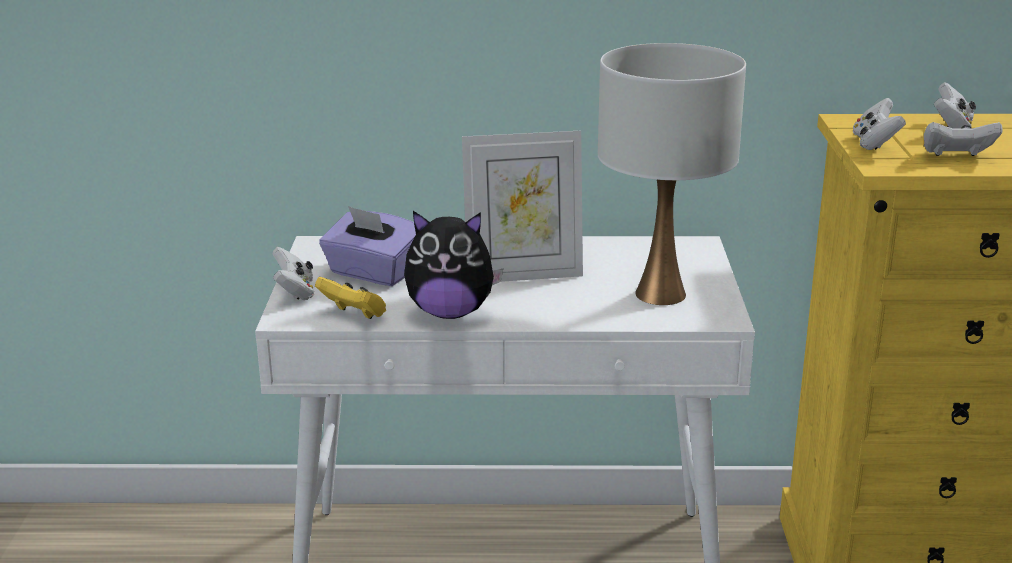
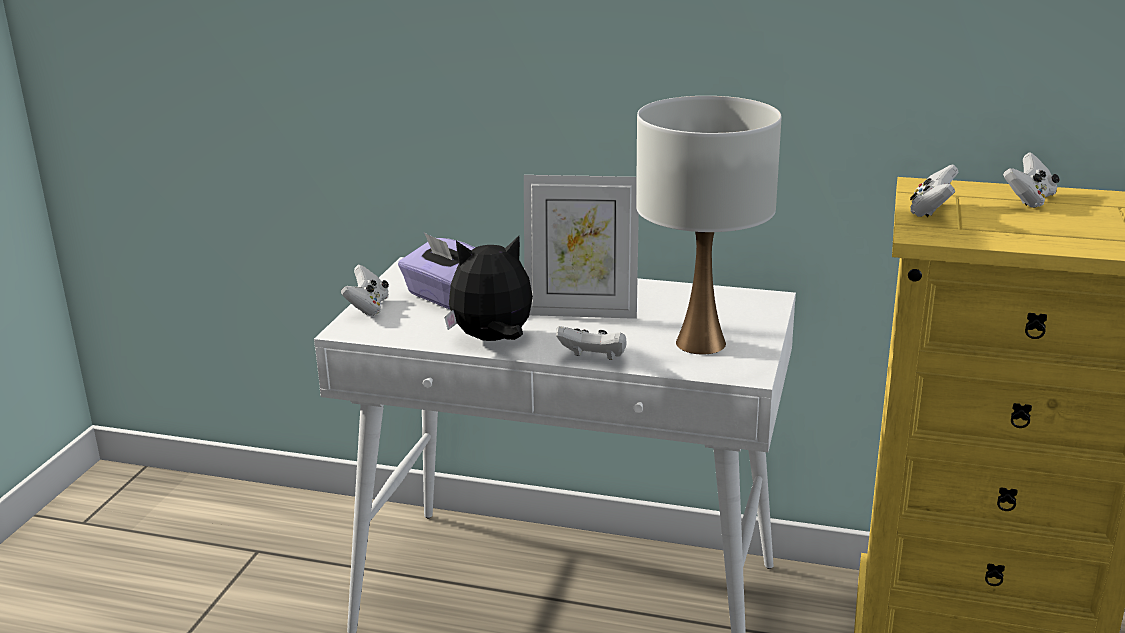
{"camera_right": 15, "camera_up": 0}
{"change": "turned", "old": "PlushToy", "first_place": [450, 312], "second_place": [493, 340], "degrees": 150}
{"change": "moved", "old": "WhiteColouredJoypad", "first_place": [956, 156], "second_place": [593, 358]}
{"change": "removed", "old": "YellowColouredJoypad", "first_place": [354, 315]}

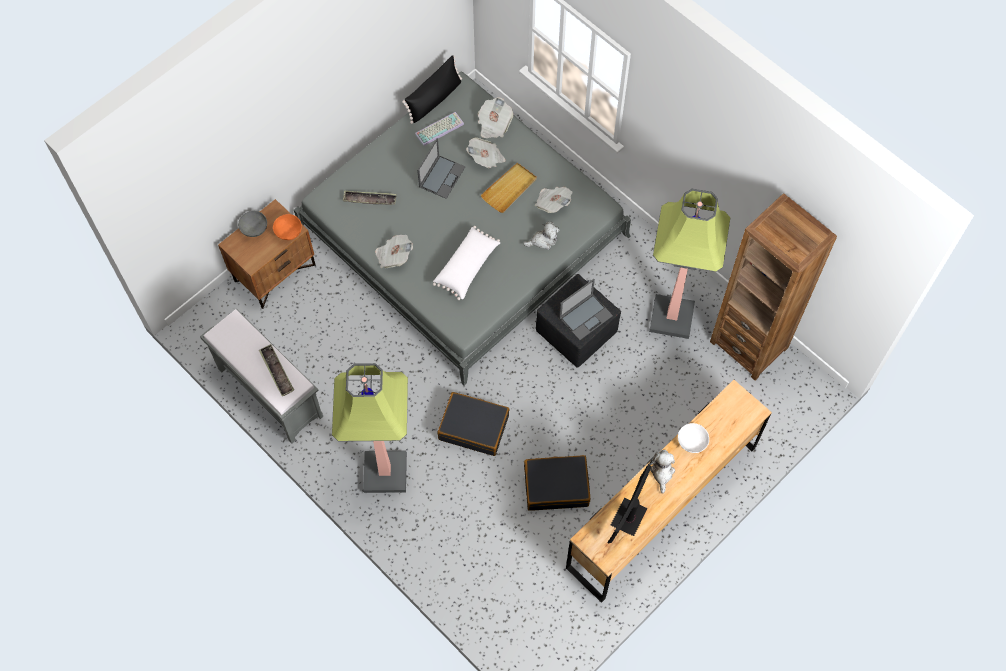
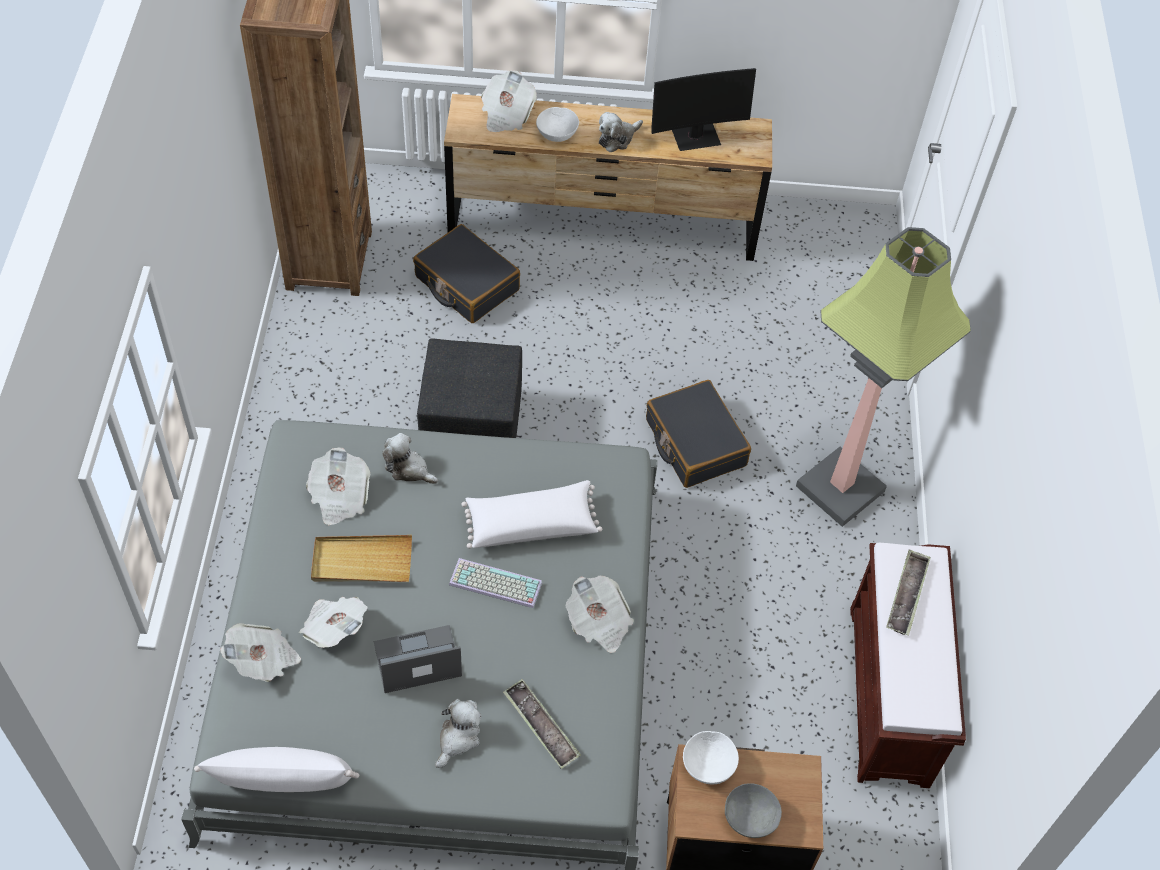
{"camera_right": -135, "camera_up": -10}
{"change": "recoloured", "old": "BlackishCushion", "new": "WhiteColouredCushion", "first_place": [434, 99], "second_place": [282, 780]}
{"change": "moved", "old": "BlackishTravelCase", "first_place": [556, 486], "second_place": [466, 284]}
{"change": "added", "new": "PlushToy", "second_place": [458, 738]}
{"change": "moved", "old": "PcKeyboard", "first_place": [439, 128], "second_place": [494, 584]}
{"change": "added", "new": "PrintedPaper", "second_place": [506, 114]}
{"change": "recoloured", "old": "OrangeyServingBowl", "new": "WhiteColouredServingBowl", "first_place": [288, 232], "second_place": [708, 765]}
{"change": "recoloured", "old": "GreyishIndoorBench", "new": "BrownIndoorBench", "first_place": [269, 392], "second_place": [890, 697]}
{"change": "removed", "old": "NotebookComputer", "first_place": [586, 316]}
{"change": "removed", "old": "StandingLamp", "first_place": [671, 318]}

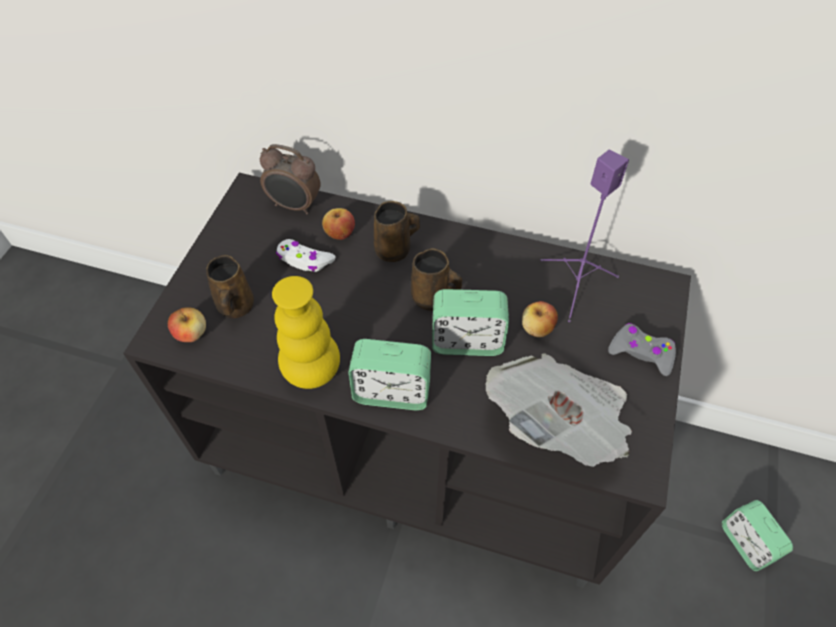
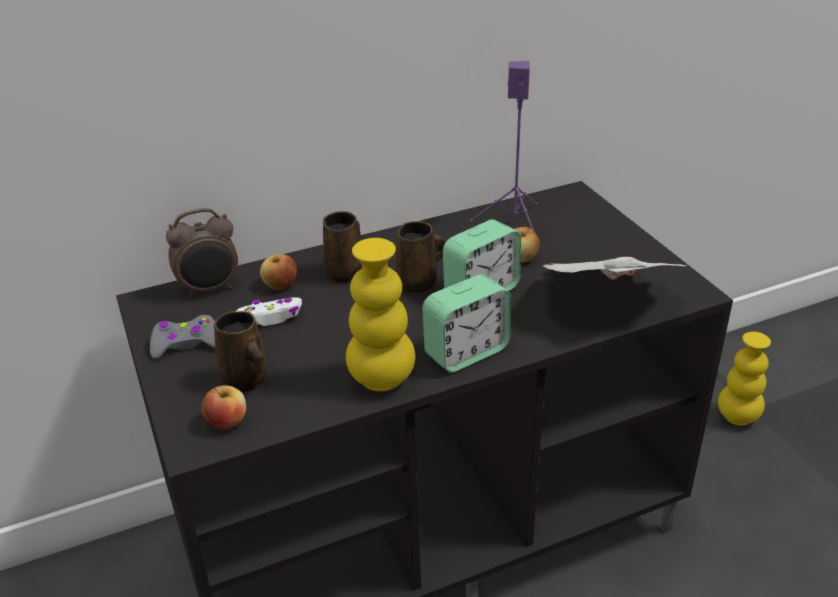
{"camera_right": -40, "camera_up": -20}
{"change": "moved", "old": "GreyishJoypad", "first_place": [641, 353], "second_place": [186, 344]}
{"change": "replaced", "old": "TableClock", "new": "YellowColouredDecorativeVase", "first_place": [746, 543], "second_place": [737, 417]}

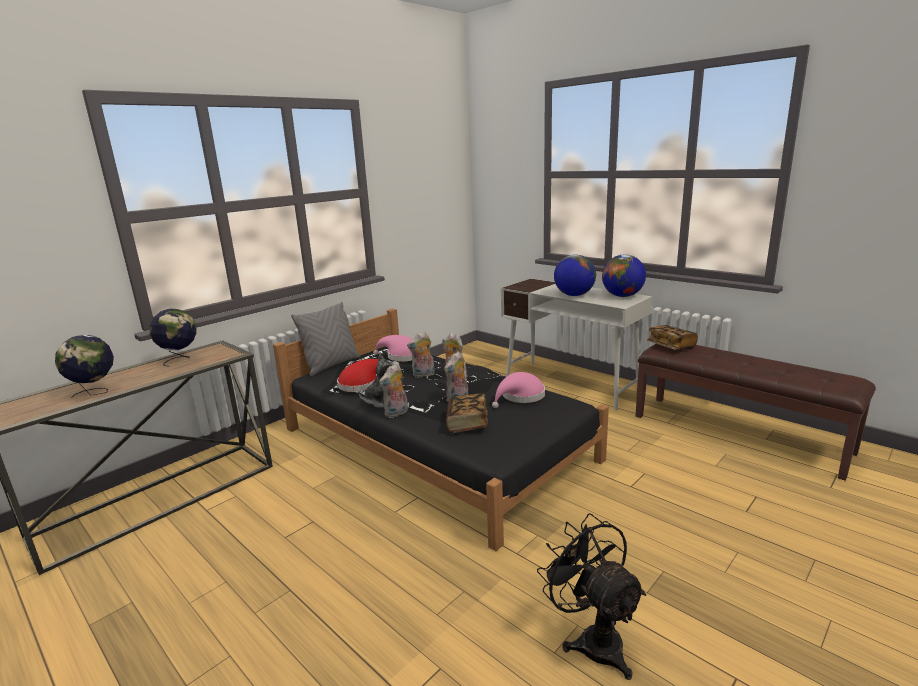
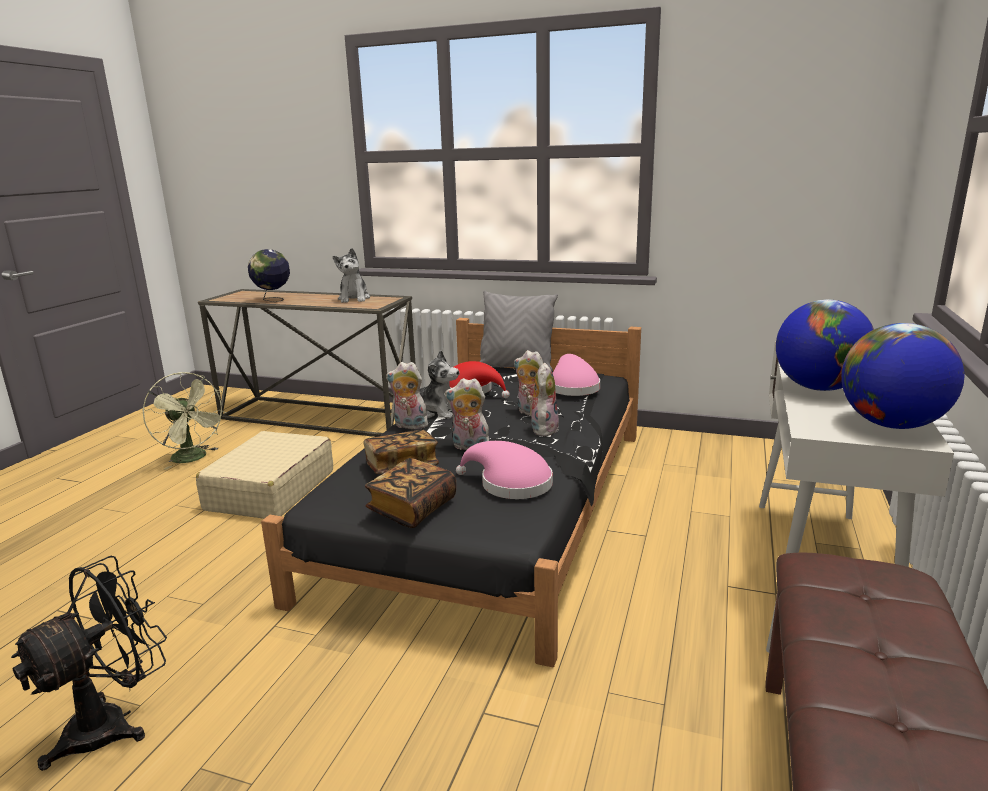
{"camera_right": 65, "camera_up": 0}
{"change": "added", "new": "GreenElectricFan", "second_place": [194, 458]}
{"change": "added", "new": "BeigeColouredTravelCase", "second_place": [270, 490]}
{"change": "replaced", "old": "DeskGlobe", "new": "PlushToy", "first_place": [180, 359], "second_place": [354, 299]}
{"change": "moved", "old": "Book", "first_place": [671, 346], "second_place": [412, 508]}

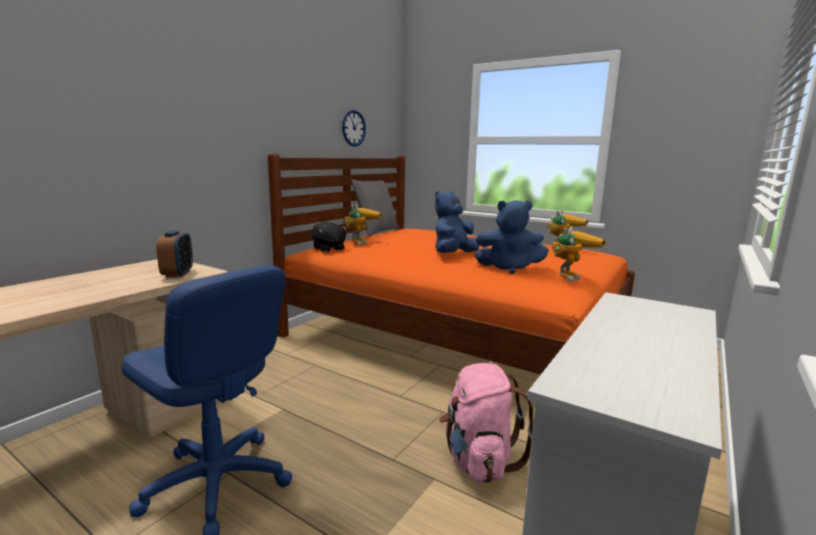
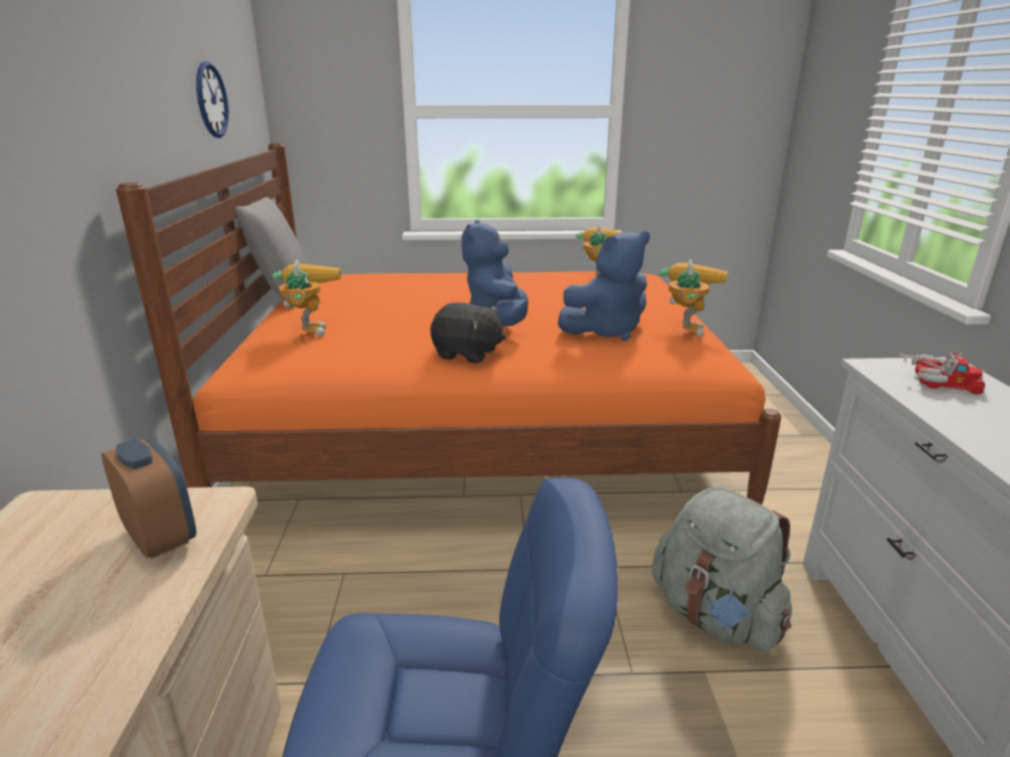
{"camera_right": -35, "camera_up": 10}
{"change": "moved", "old": "BlackishPlushToy", "first_place": [328, 249], "second_place": [467, 354]}
{"change": "recoloured", "old": "PinkishRucksack", "new": "GreyishRucksack", "first_place": [479, 460], "second_place": [716, 616]}
{"change": "added", "new": "ToyTruck", "second_place": [936, 382]}

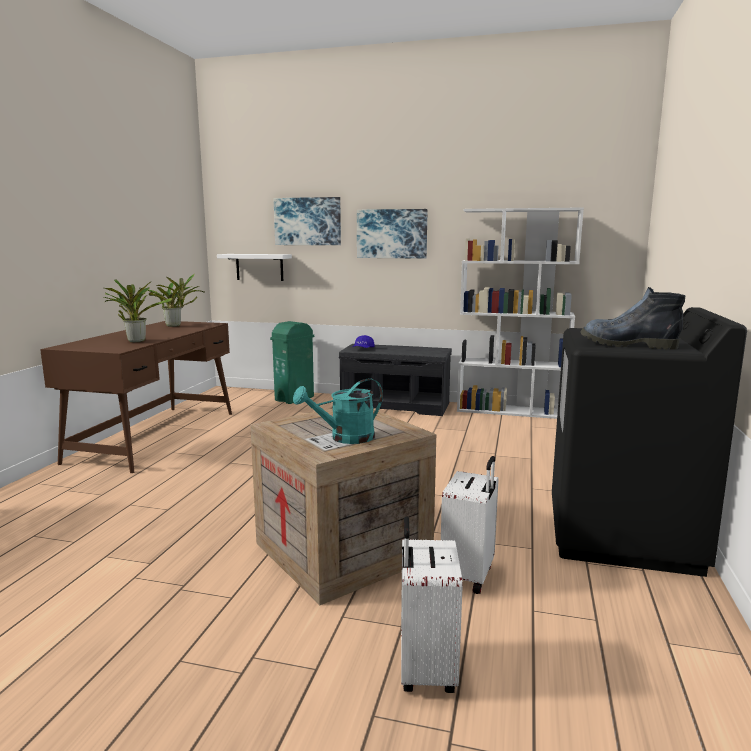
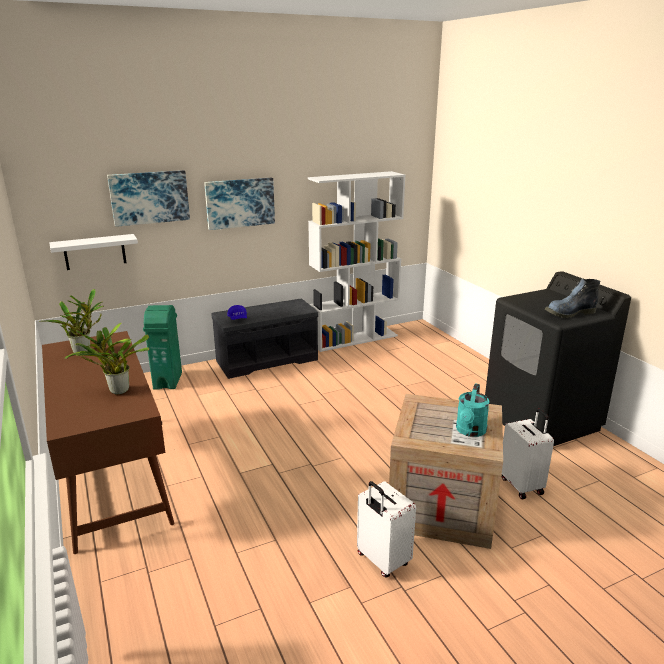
{"camera_right": -40, "camera_up": 10}
{"change": "moved", "old": "WhiteColouredTravelCase", "first_place": [425, 670], "second_place": [382, 560]}

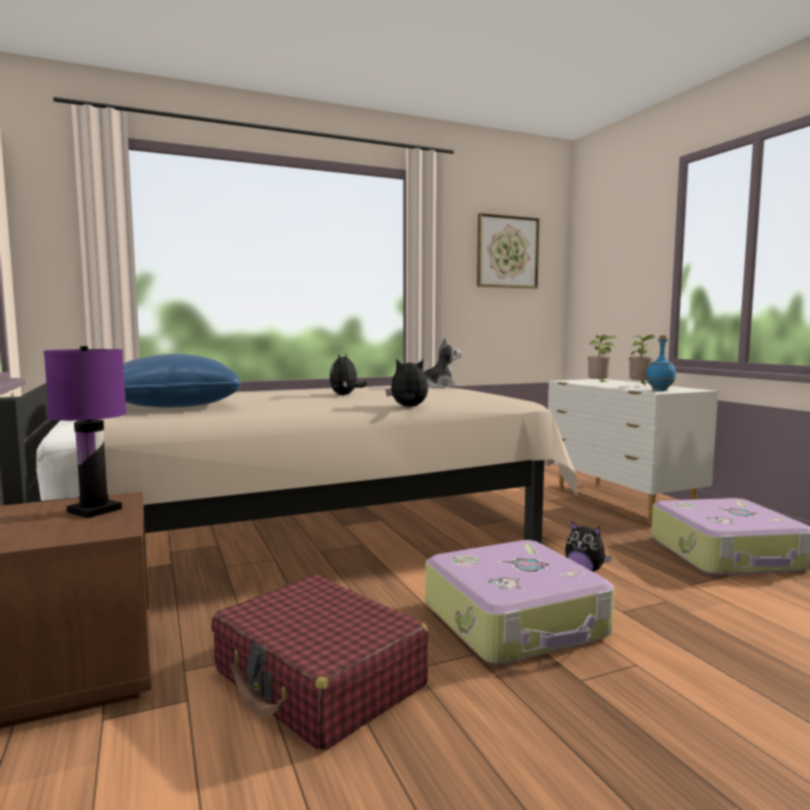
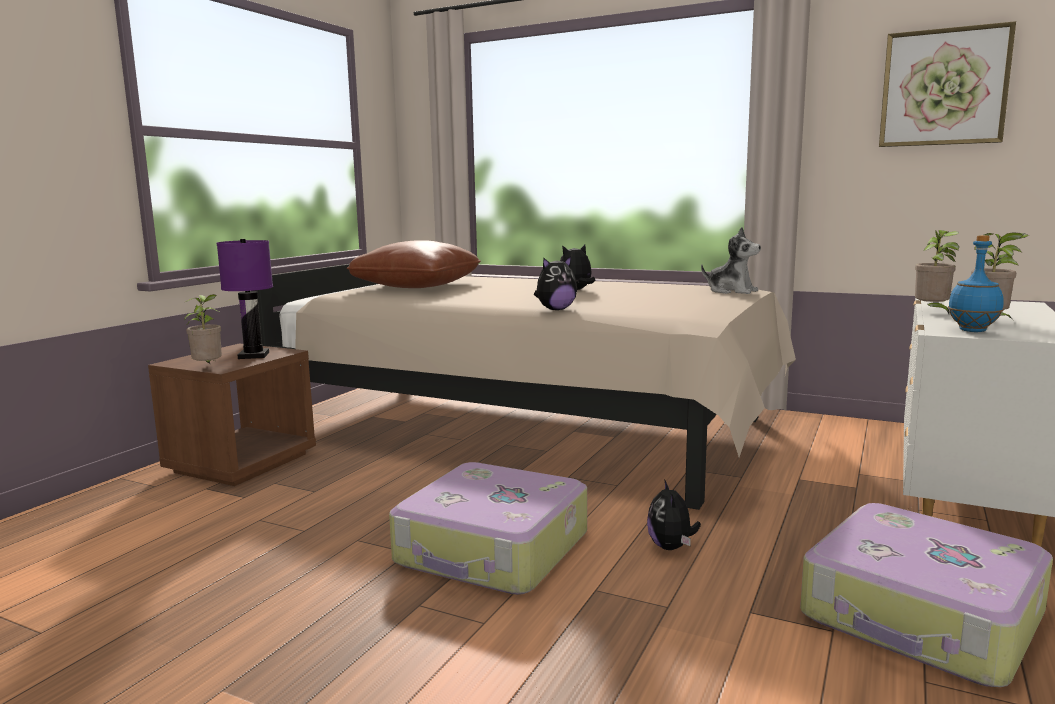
{"camera_right": 50, "camera_up": 5}
{"change": "added", "new": "Houseplant", "second_place": [208, 368]}
{"change": "recoloured", "old": "BlueCushion", "new": "BrownCushion", "first_place": [173, 405], "second_place": [417, 286]}
{"change": "turned", "old": "PlushToy", "first_place": [408, 407], "second_place": [555, 309], "degrees": 90}
{"change": "removed", "old": "ReddishTravelCase", "first_place": [319, 680]}

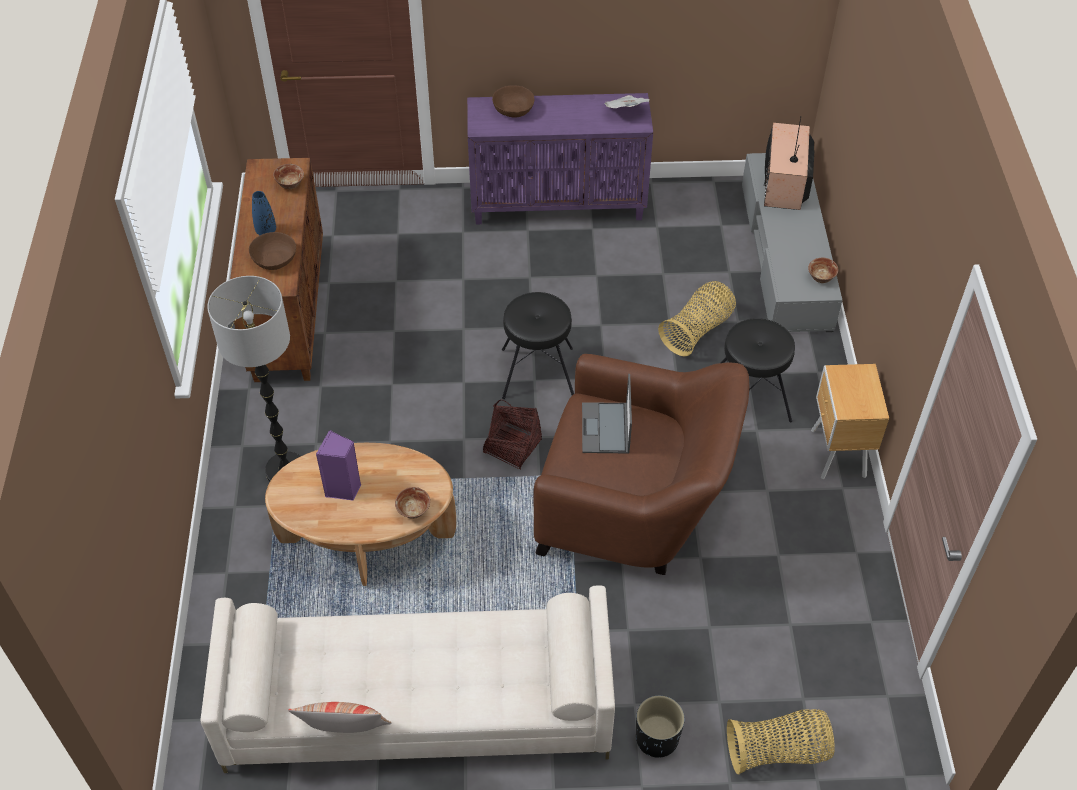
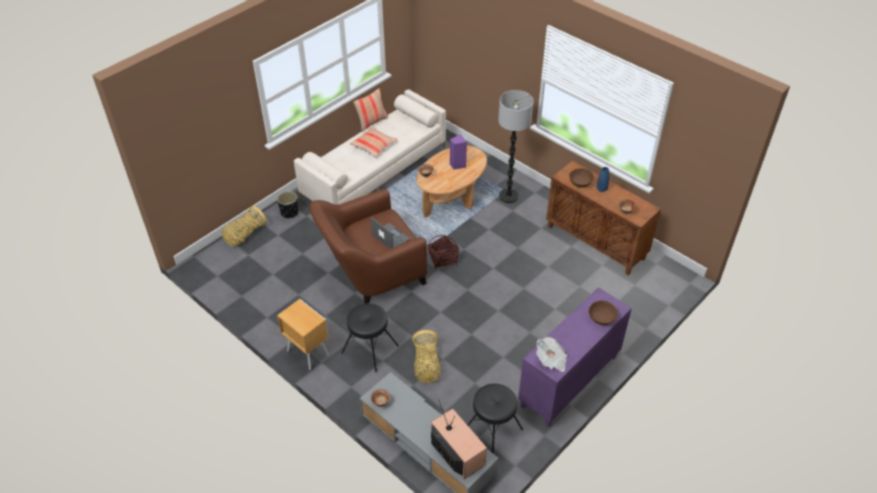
{"camera_right": 135, "camera_up": -5}
{"change": "added", "new": "Cushion", "second_place": [373, 145]}
{"change": "moved", "old": "BlackishStoolSeat", "first_place": [537, 372], "second_place": [492, 431]}

